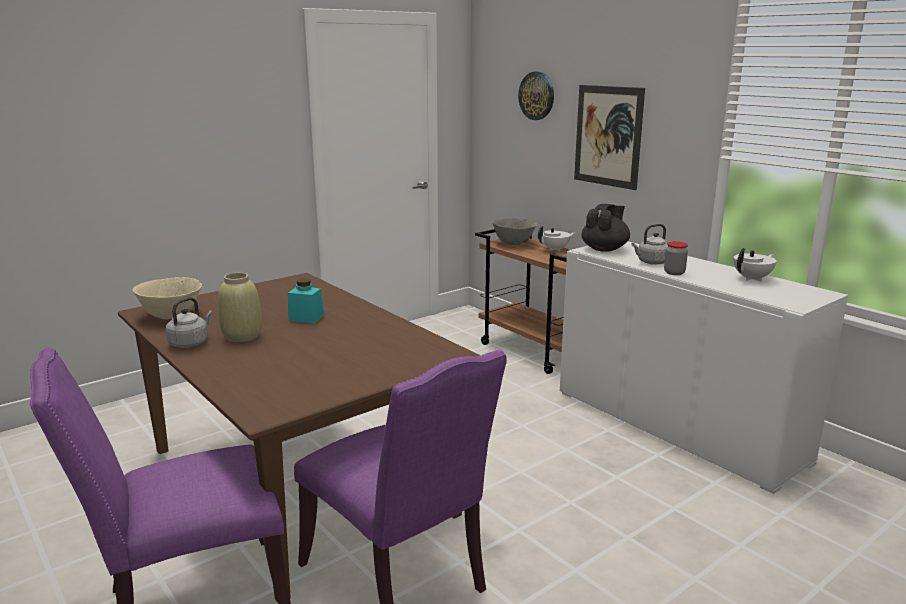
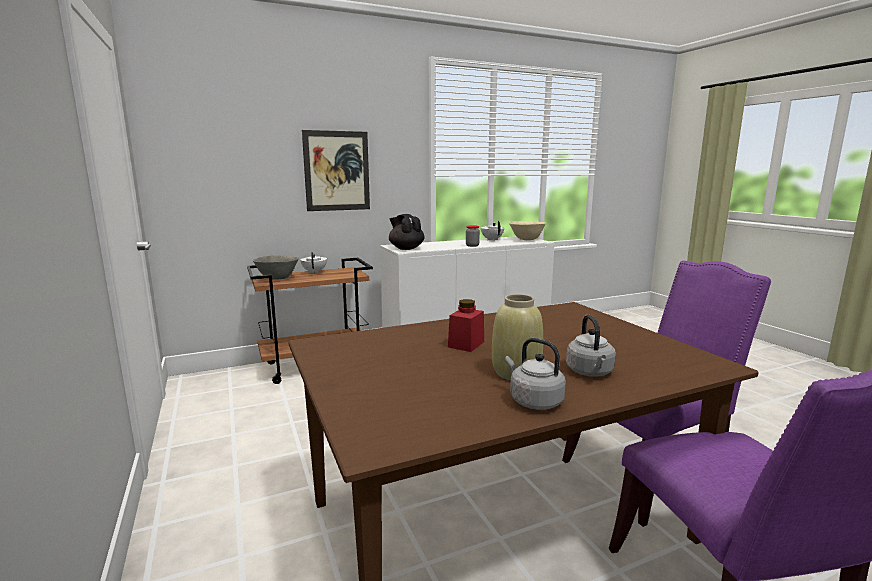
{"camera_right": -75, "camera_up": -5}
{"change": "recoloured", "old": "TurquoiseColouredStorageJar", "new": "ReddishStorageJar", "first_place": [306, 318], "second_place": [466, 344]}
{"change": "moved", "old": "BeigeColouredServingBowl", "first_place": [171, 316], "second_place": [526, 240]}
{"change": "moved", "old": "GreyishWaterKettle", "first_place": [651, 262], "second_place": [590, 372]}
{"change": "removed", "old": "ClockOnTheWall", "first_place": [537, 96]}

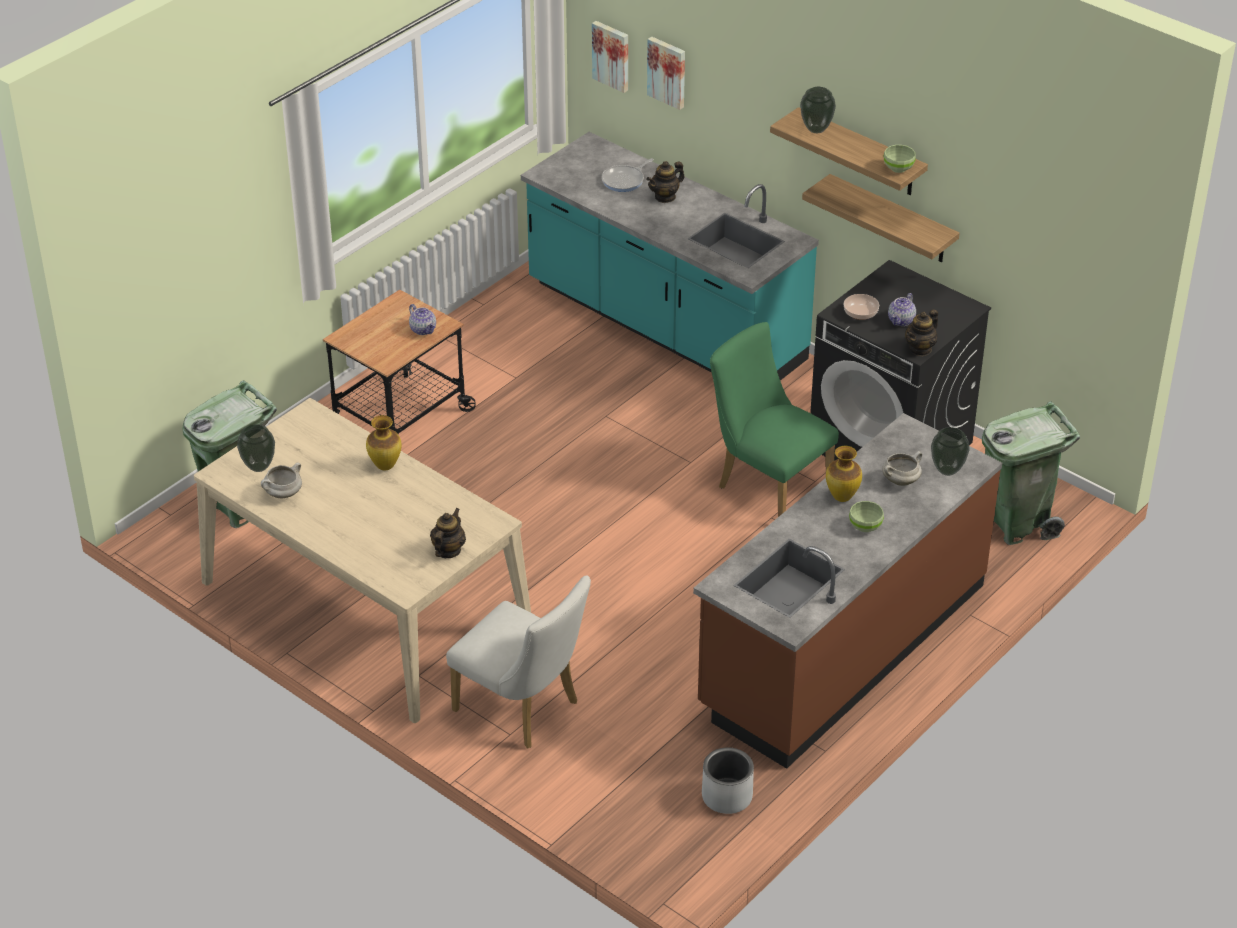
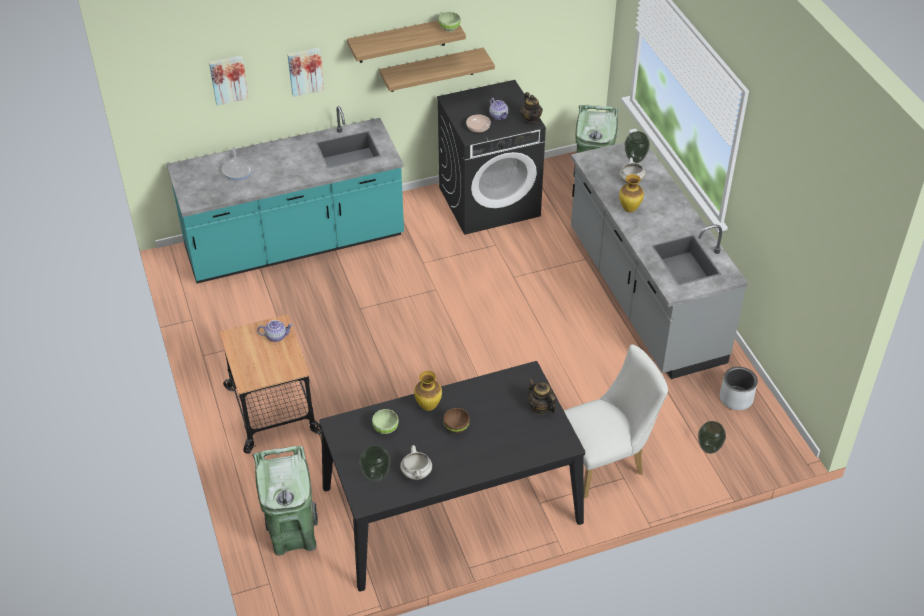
{"camera_right": -60, "camera_up": 5}
{"change": "moved", "old": "WallArt", "first_place": [612, 55], "second_place": [305, 71]}
{"change": "recoloured", "old": "BeigeColouredDinnerTable", "new": "BlackishDinnerTable", "first_place": [365, 605], "second_place": [451, 504]}
{"change": "moved", "old": "GreenServingBowl", "first_place": [865, 527], "second_place": [386, 429]}
{"change": "added", "new": "BrownServingBowl", "second_place": [457, 427]}
{"change": "recoloured", "old": "BrownKitchenCounter", "new": "GreyishKitchenCounter", "first_place": [842, 646], "second_place": [643, 296]}
{"change": "moved", "old": "DecorativeVase", "first_place": [815, 129], "second_place": [708, 449]}
{"change": "removed", "old": "TeaPot", "first_place": [665, 197]}
{"change": "removed", "old": "GreenChair", "first_place": [767, 485]}

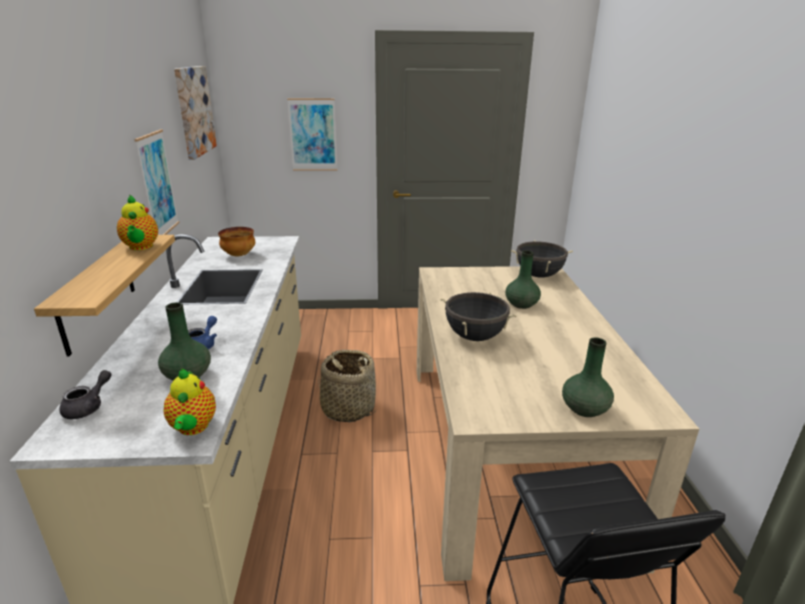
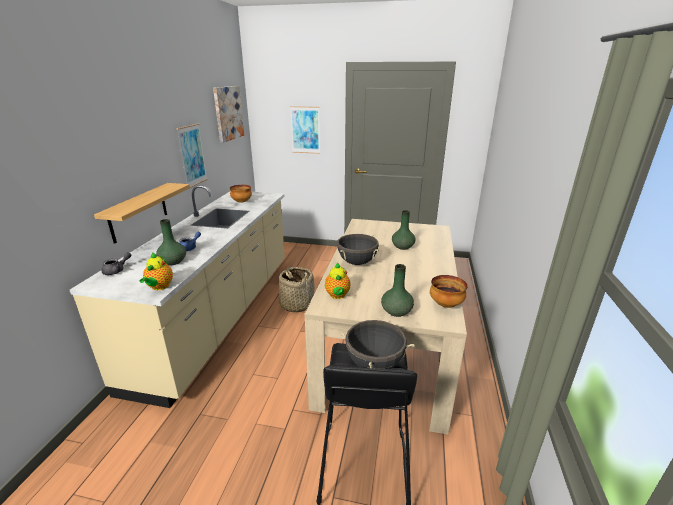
{"camera_right": 15, "camera_up": 0}
{"change": "moved", "old": "TeaPot", "first_place": [141, 247], "second_place": [337, 296]}
{"change": "moved", "old": "BlackishSaucepot", "first_place": [538, 275], "second_place": [374, 364]}
{"change": "added", "new": "ServingBowl", "second_place": [445, 304]}

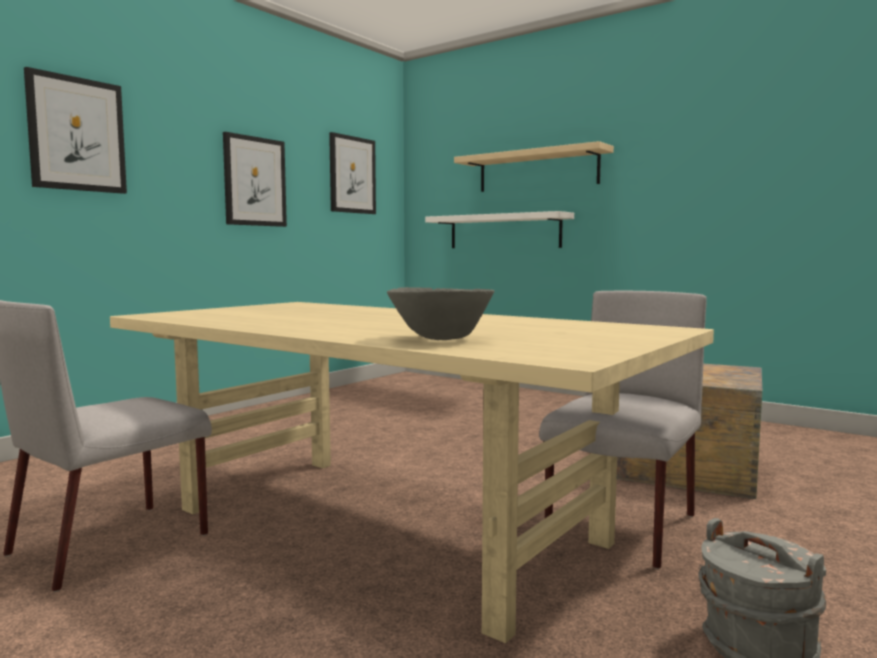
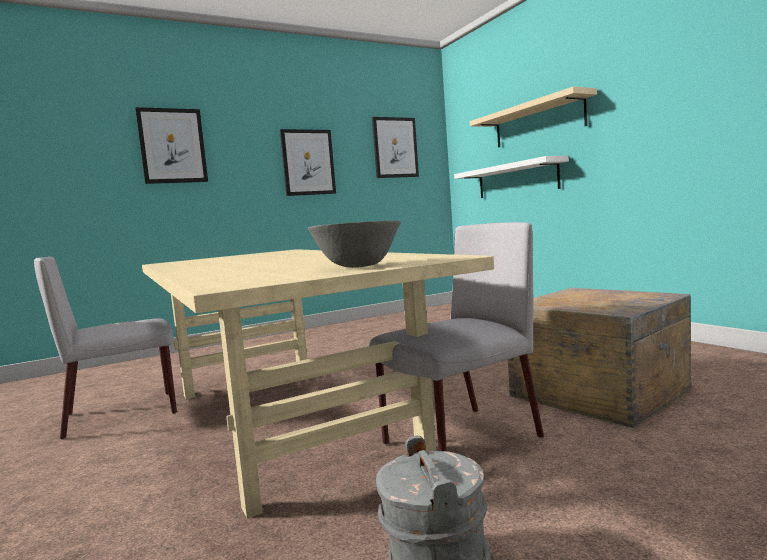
{"camera_right": 25, "camera_up": 0}
{"change": "moved", "old": "GreyishServingBowl", "first_place": [440, 339], "second_place": [357, 267]}

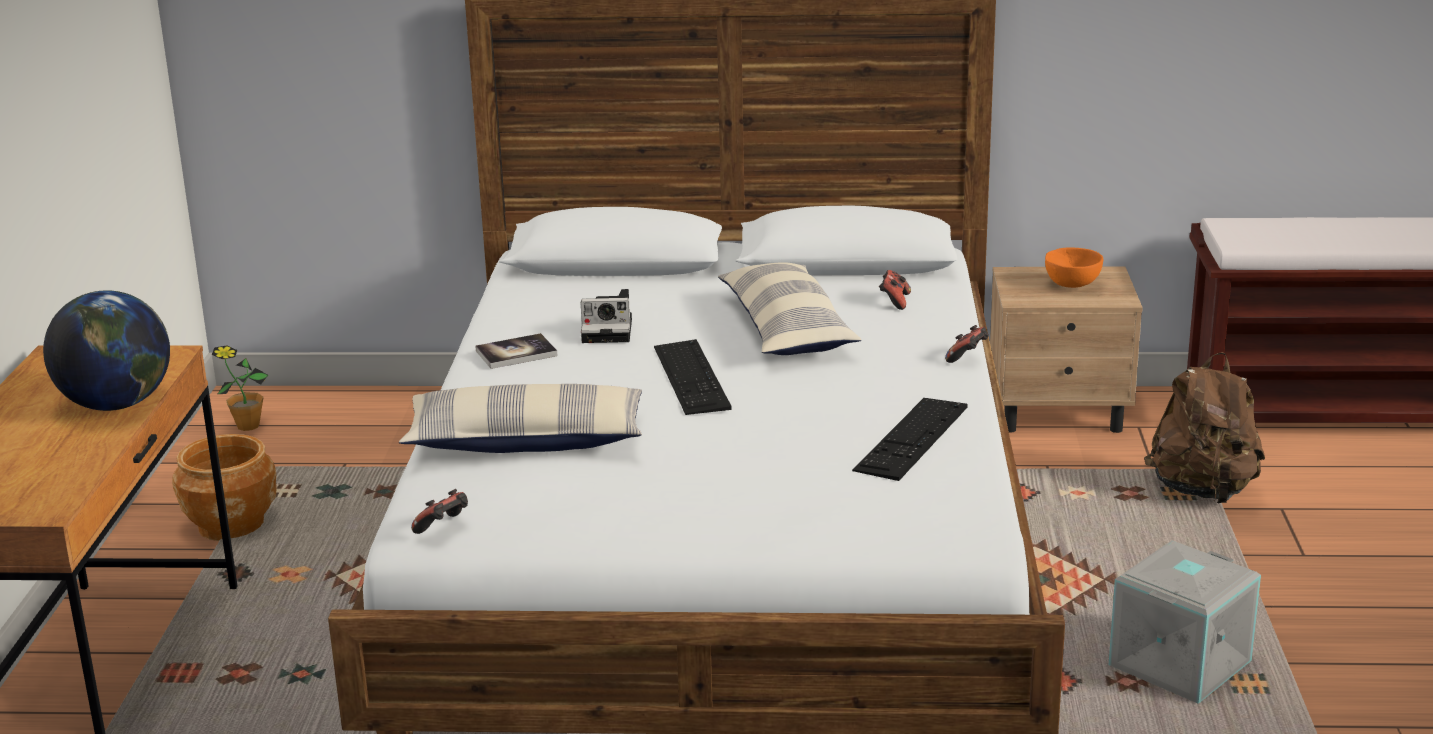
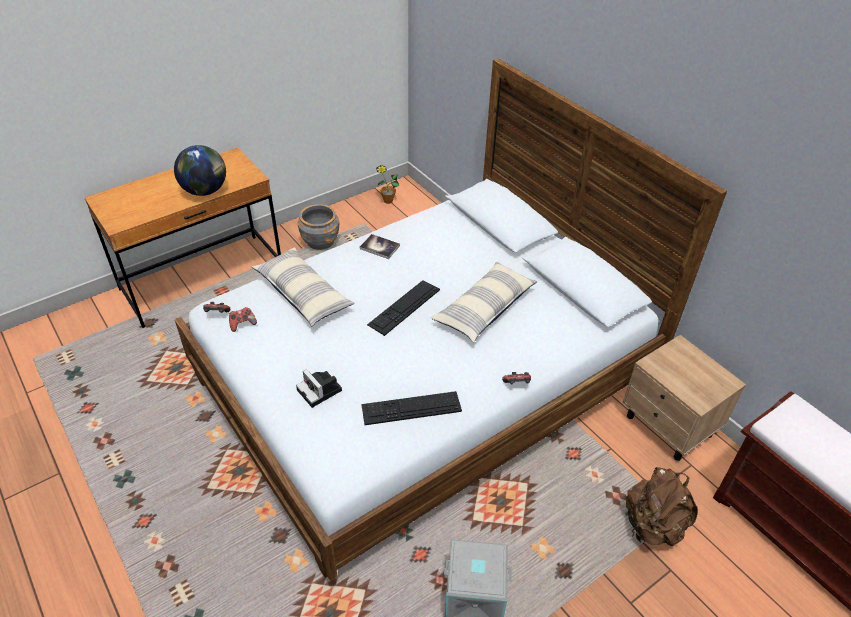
{"camera_right": 50, "camera_up": 20}
{"change": "moved", "old": "Joypad", "first_place": [894, 301], "second_place": [242, 324]}
{"change": "moved", "old": "PhotoCamera", "first_place": [610, 330], "second_place": [321, 391]}
{"change": "recoloured", "old": "BrownPlanter", "new": "GreyishPlanter", "first_place": [232, 525], "second_place": [320, 242]}
{"change": "removed", "old": "OrangeyServingBowl", "first_place": [1071, 284]}

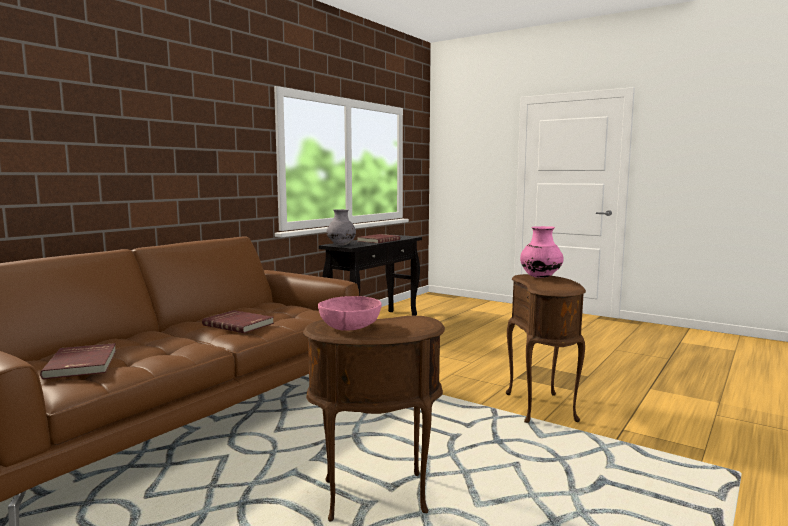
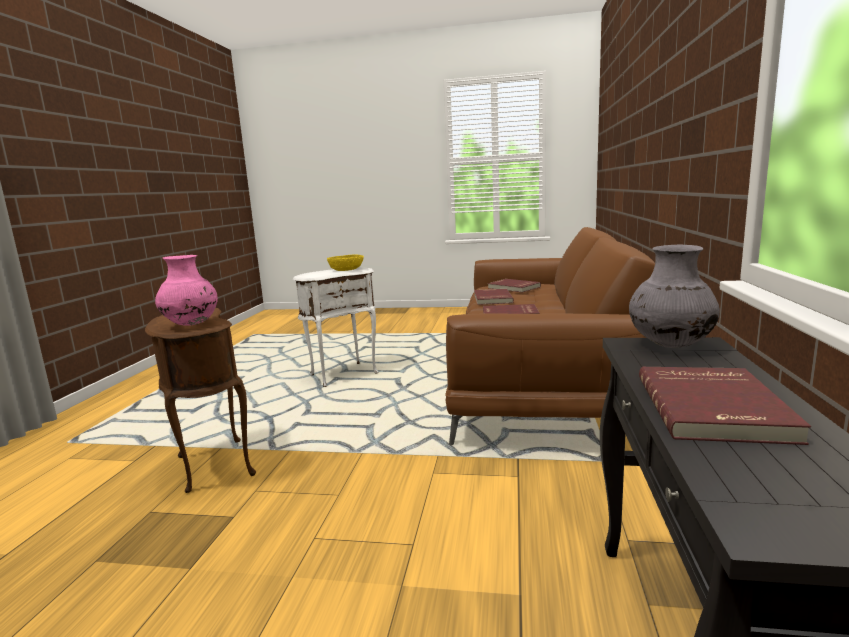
{"camera_right": 155, "camera_up": 5}
{"change": "recoloured", "old": "BrownSideTable", "new": "WhiteColouredSideTable", "first_place": [376, 499], "second_place": [342, 374]}
{"change": "recoloured", "old": "PinkishServingBowl", "new": "YellowColouredServingBowl", "first_place": [349, 326], "second_place": [346, 270]}
{"change": "added", "new": "ReddishBook", "second_place": [492, 299]}

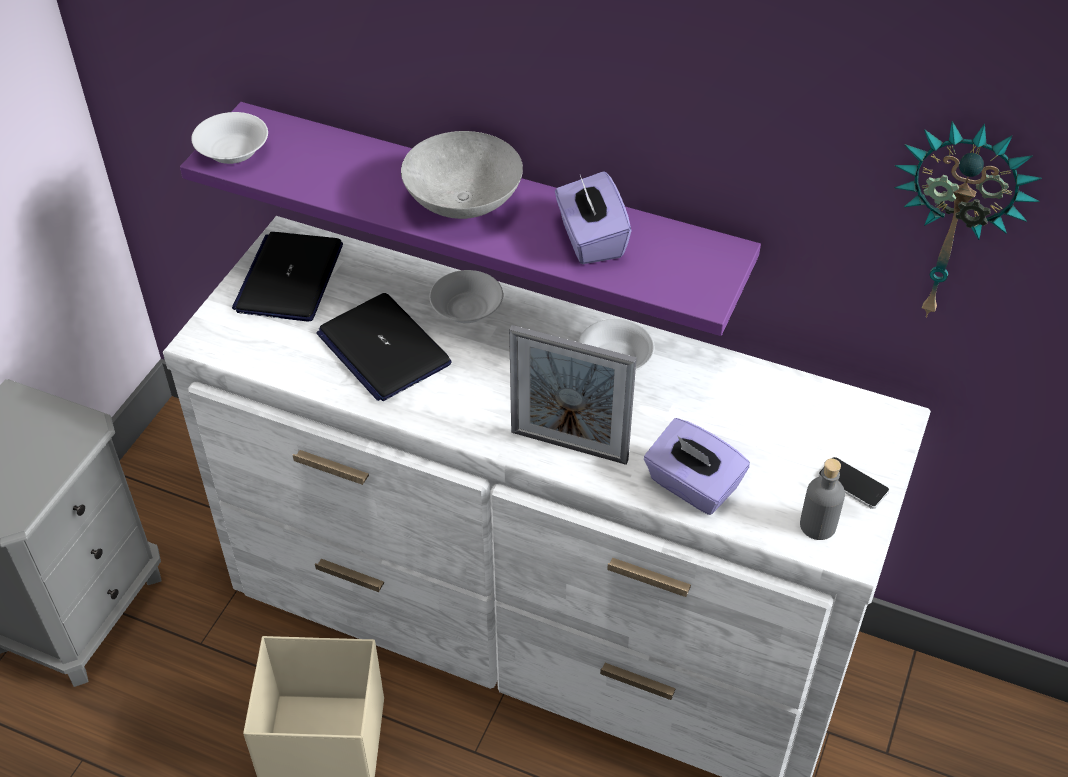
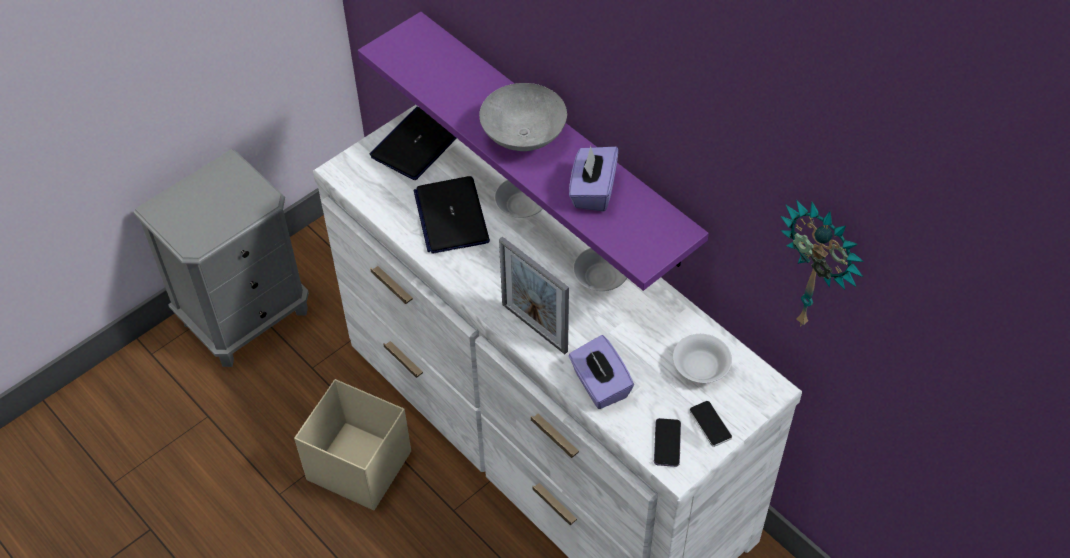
{"camera_right": 25, "camera_up": 5}
{"change": "replaced", "old": "GreyishDrinkBottle", "new": "Phone", "first_place": [817, 525], "second_place": [667, 443]}
{"change": "moved", "old": "WhiteColouredServingBowl", "first_place": [232, 151], "second_place": [700, 366]}

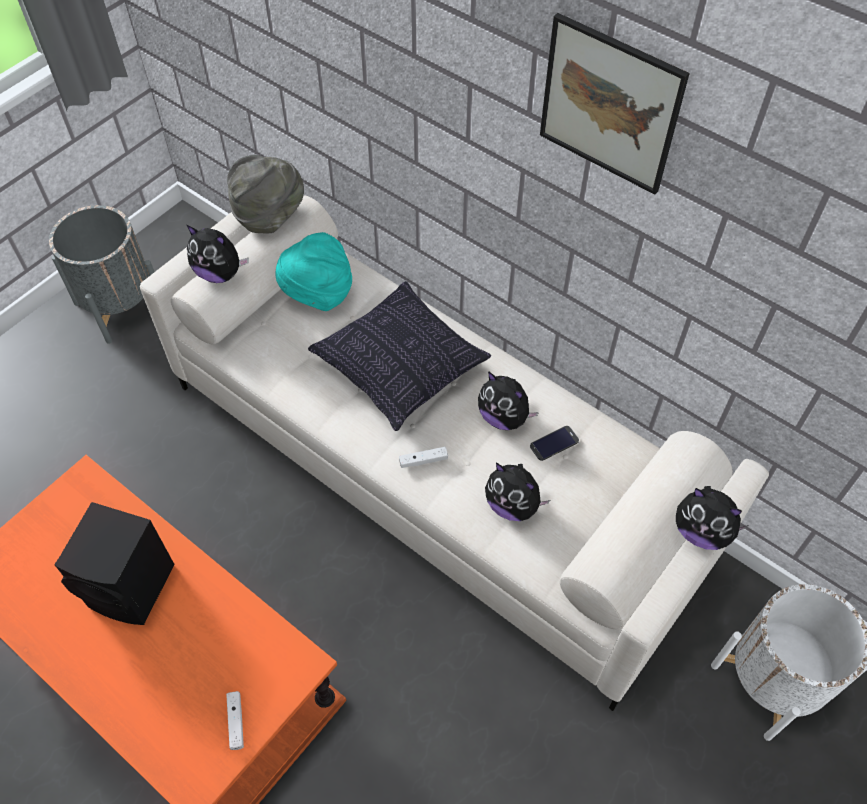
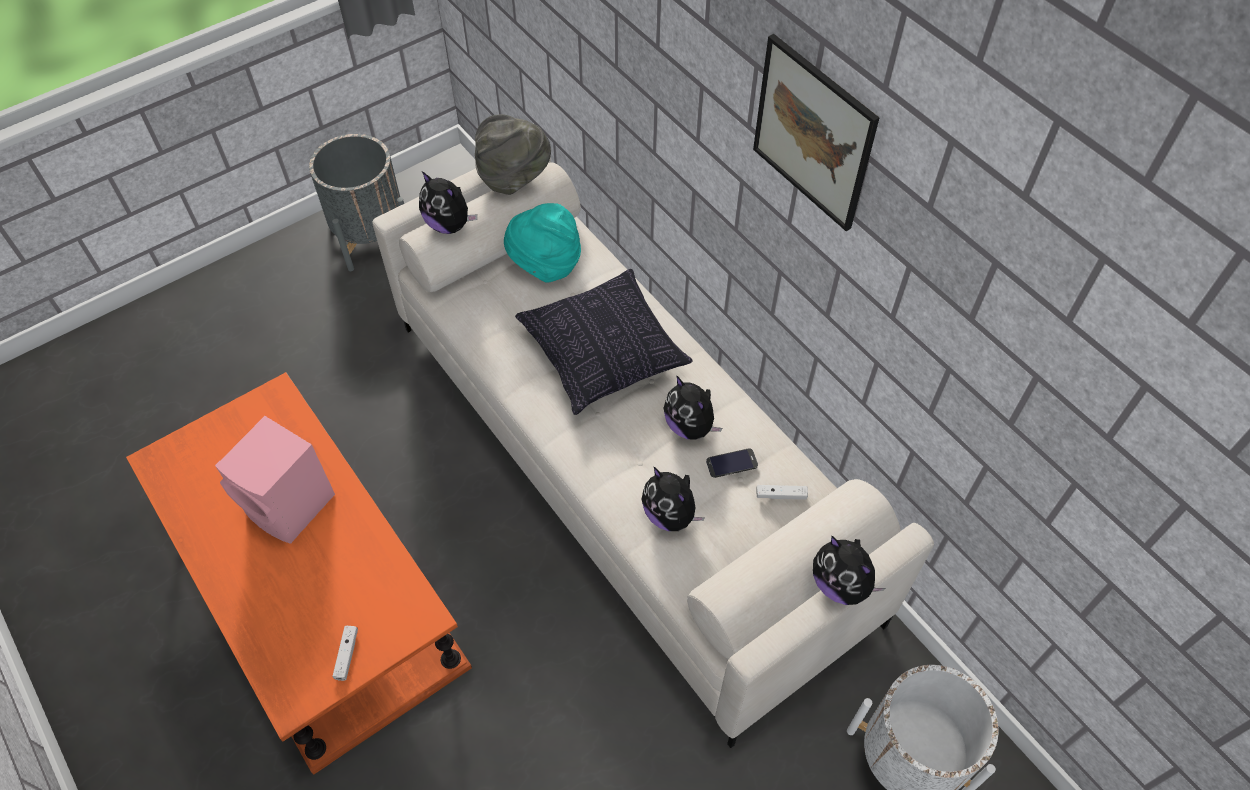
{"camera_right": 15, "camera_up": 0}
{"change": "recoloured", "old": "BlackishLoudspeaker", "new": "PinkishLoudspeaker", "first_place": [134, 588], "second_place": [292, 507]}
{"change": "moved", "old": "WhiteColouredJoypad", "first_place": [423, 460], "second_place": [781, 495]}

